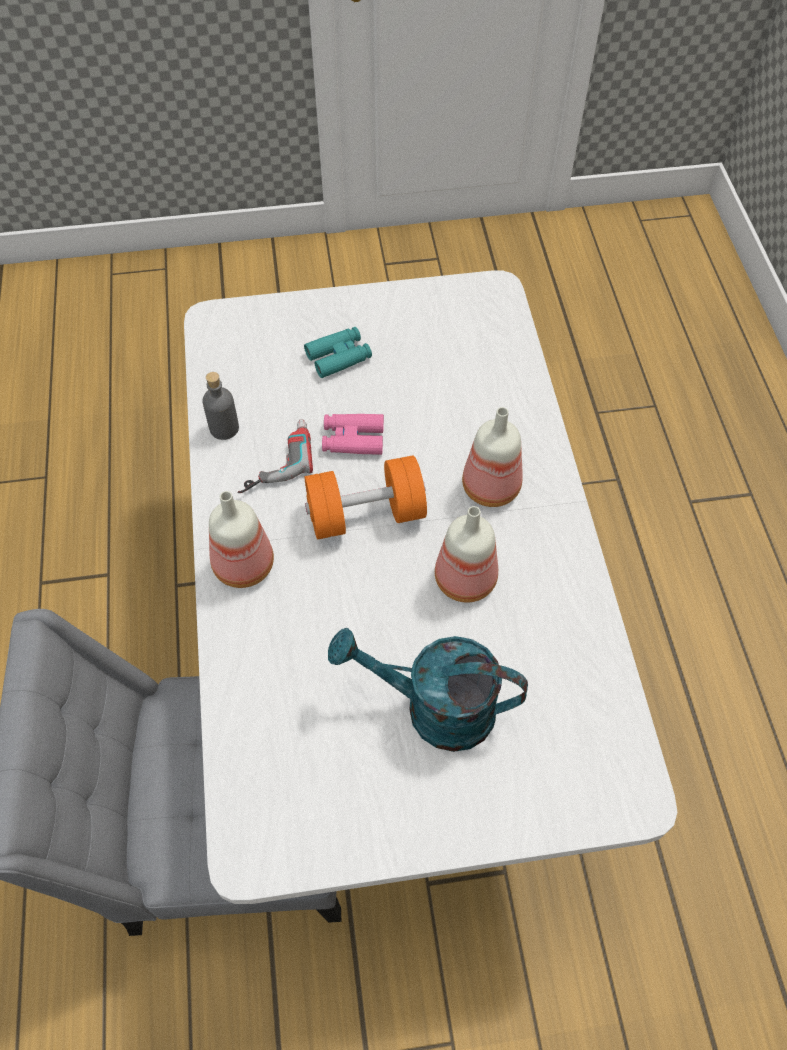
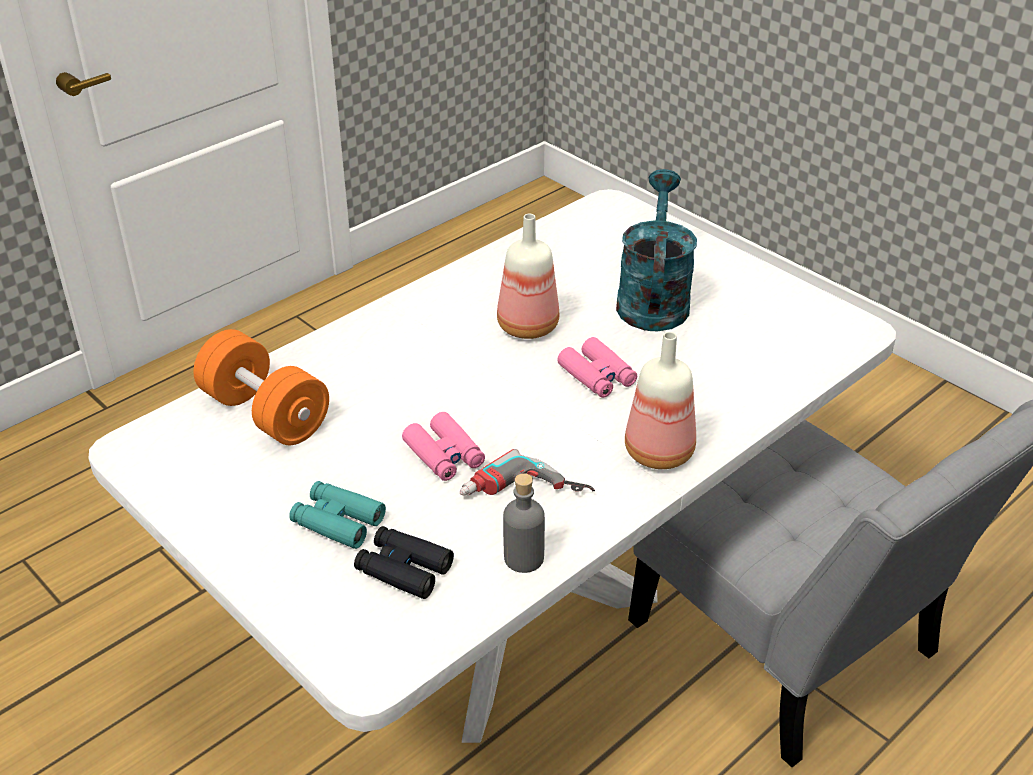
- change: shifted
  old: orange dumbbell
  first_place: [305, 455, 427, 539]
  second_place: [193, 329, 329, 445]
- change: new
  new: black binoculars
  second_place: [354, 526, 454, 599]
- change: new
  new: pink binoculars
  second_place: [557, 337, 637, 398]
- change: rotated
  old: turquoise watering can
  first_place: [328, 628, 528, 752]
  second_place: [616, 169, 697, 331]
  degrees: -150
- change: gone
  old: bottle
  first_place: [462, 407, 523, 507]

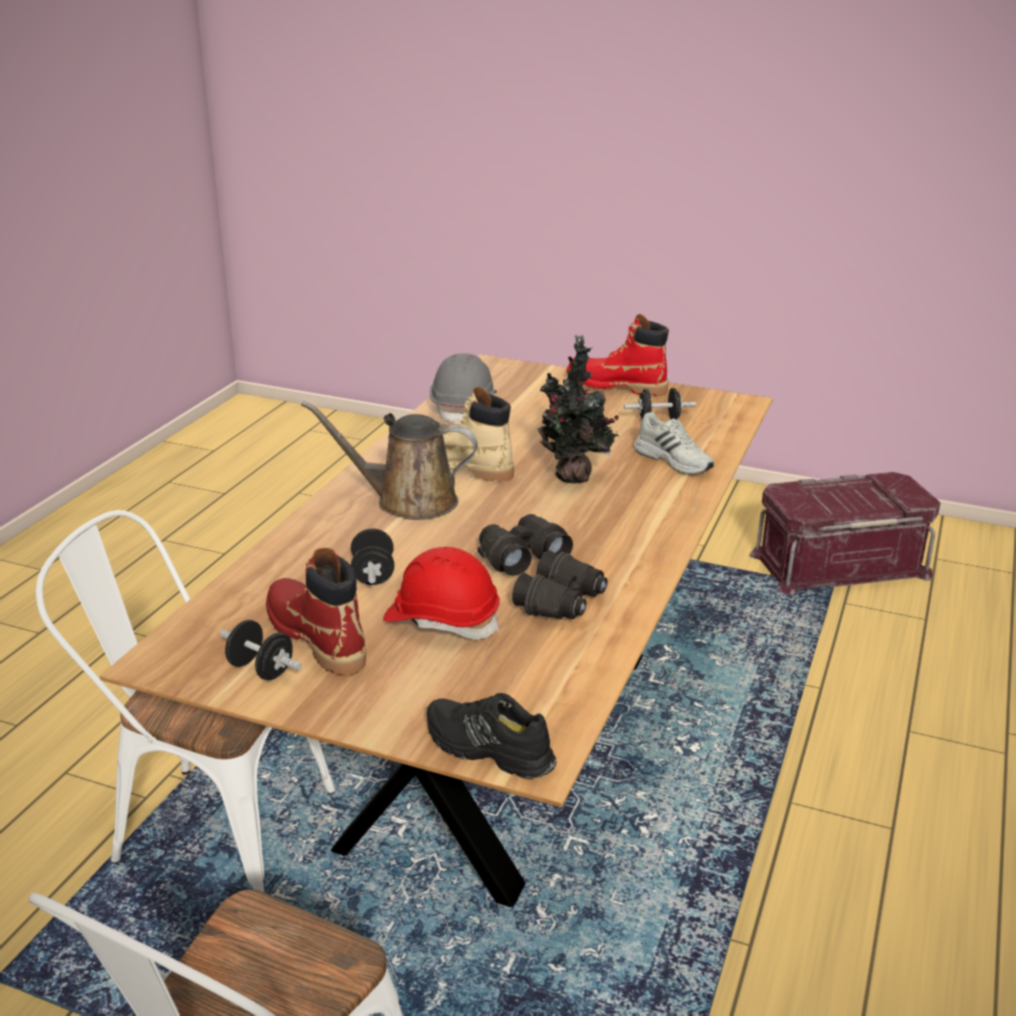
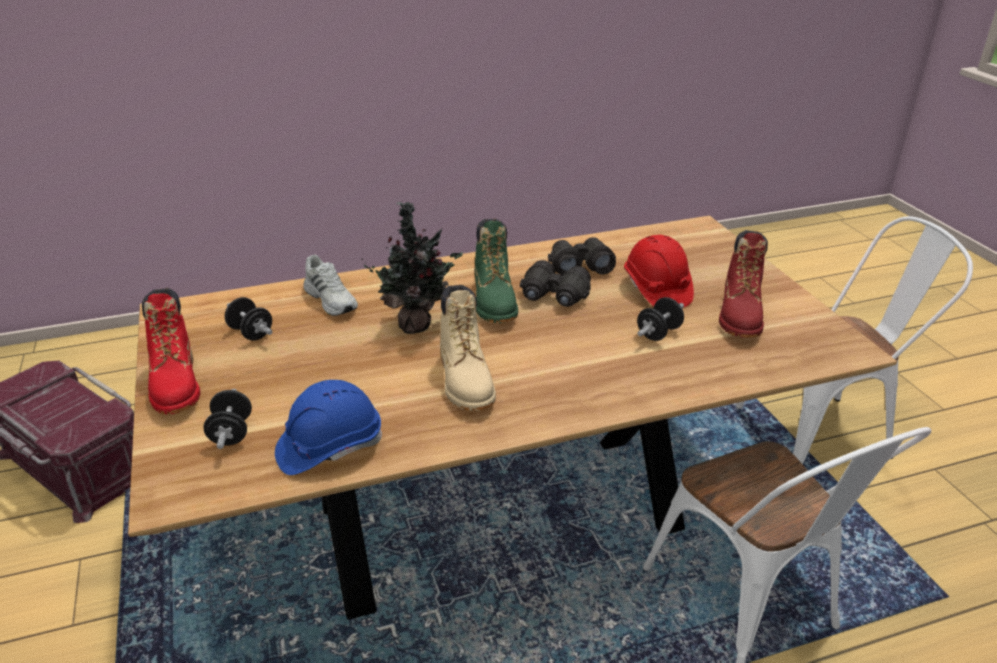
- change: shifted
  old: black dumbbell
  first_place: [219, 620, 302, 680]
  second_place: [204, 389, 252, 449]
- change: repainted
  old: grey hard hat
  new: blue hard hat
  first_place: [430, 353, 497, 425]
  second_place: [275, 380, 382, 475]
- change: rotated
  old: white shoe
  first_place: [634, 412, 714, 475]
  second_place: [303, 255, 358, 316]
  degrees: 135
- change: new
  new: green boot
  second_place: [475, 219, 518, 323]
- change: gone
  old: brown watering can
  first_place: [301, 401, 478, 520]
- change: gone
  old: black shoe
  first_place: [427, 693, 556, 779]

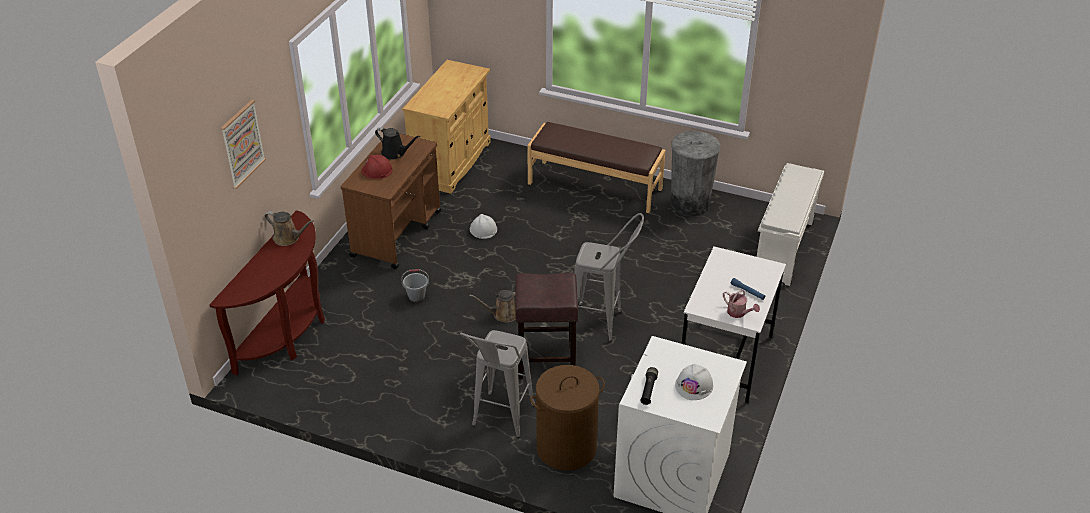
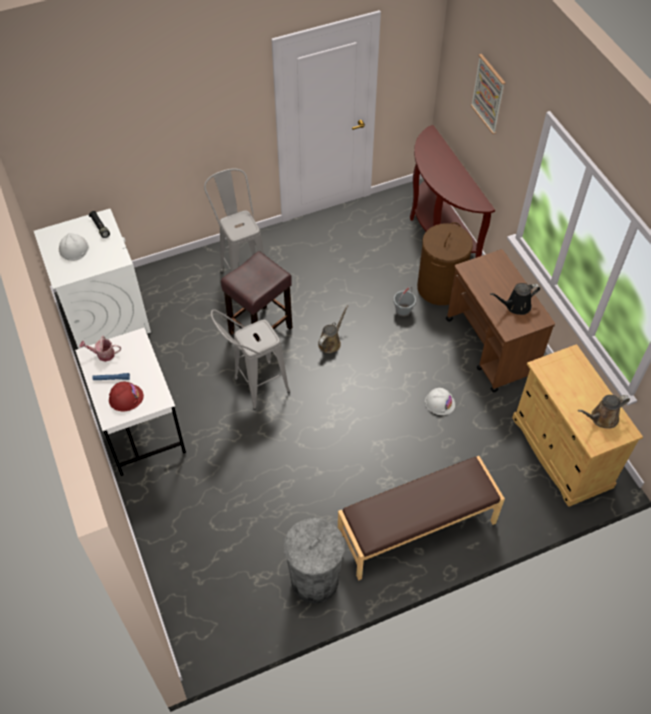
- change: shifted
  old: red hard hat
  first_place: [361, 155, 393, 179]
  second_place: [109, 382, 144, 411]
- change: shifted
  old: brown laundry basket
  first_place: [530, 365, 605, 470]
  second_place: [417, 222, 473, 305]
- change: shifted
  old: brown watering can
  first_place: [265, 211, 314, 246]
  second_place: [578, 395, 630, 429]
- change: gone
  old: white shoe rack
  first_place: [757, 163, 824, 286]

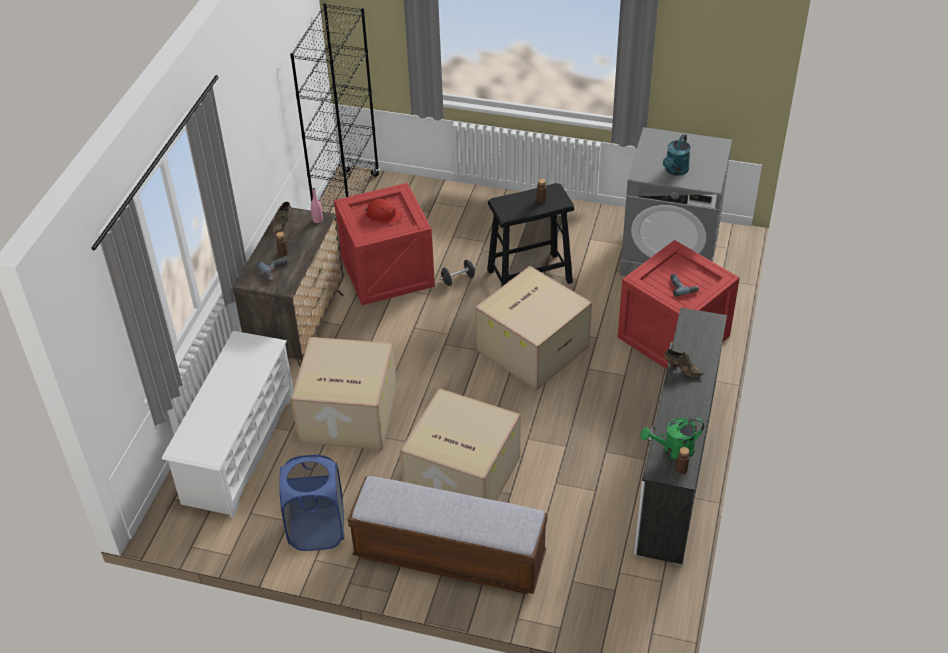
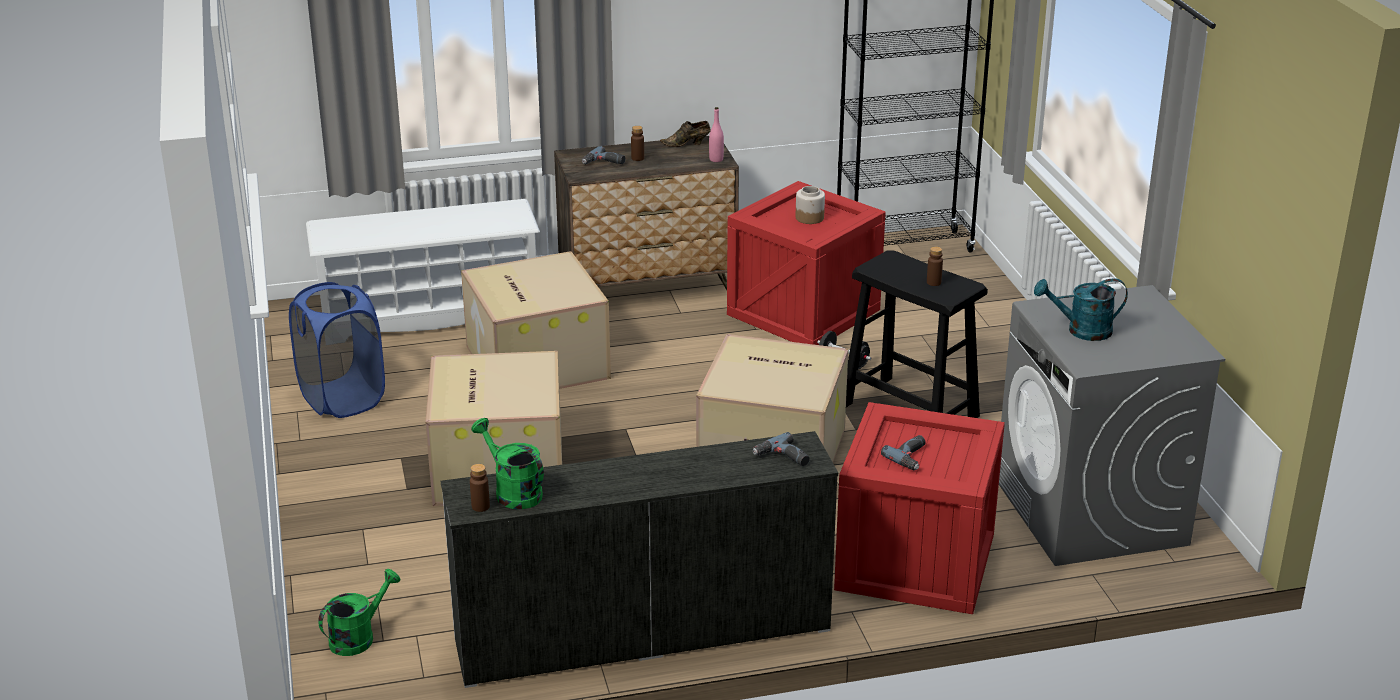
- change: new
  new: green watering can
  second_place: [318, 569, 401, 656]
- change: new
  new: power drill
  second_place: [752, 432, 810, 466]
- change: swapped
  old: red hard hat
  new: jar
  first_place: [364, 199, 403, 224]
  second_place: [796, 186, 825, 224]
- change: gone
  old: bench
  first_place: [348, 476, 547, 594]
- change: gone
  old: brown shoe
  first_place: [664, 349, 704, 377]

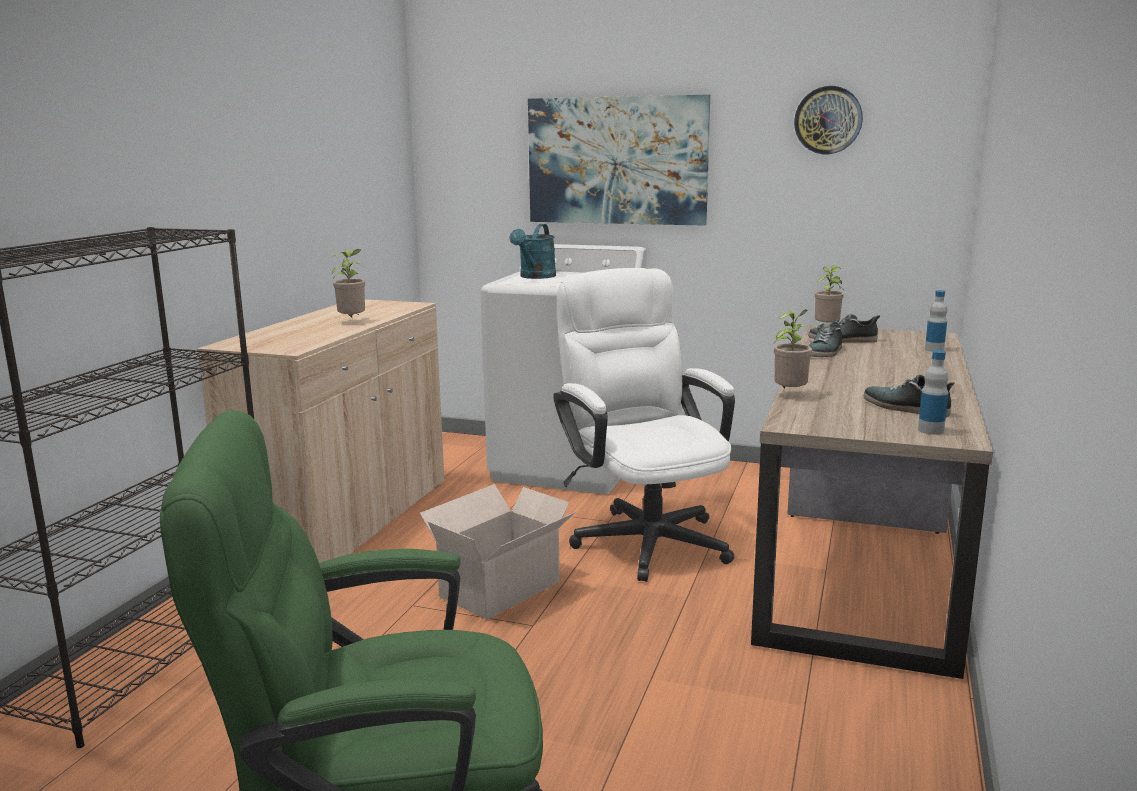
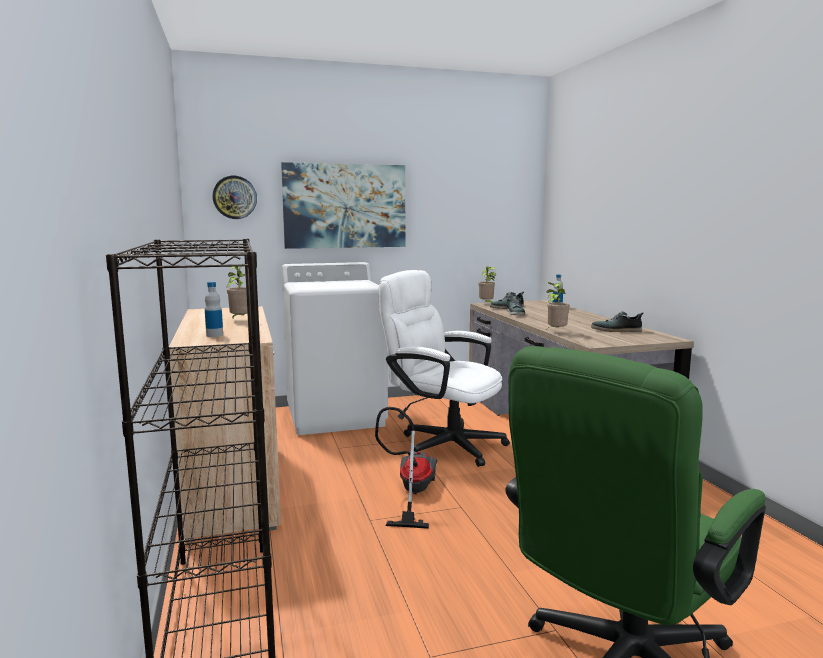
- change: shifted
  old: bottle
  first_place: [918, 350, 949, 435]
  second_place: [205, 282, 223, 337]
- change: shifted
  old: wall clock
  first_place: [794, 86, 863, 154]
  second_place: [213, 176, 257, 219]
- change: swapped
  old: cardboard box
  new: vacuum cleaner
  first_place: [420, 484, 576, 620]
  second_place: [375, 407, 437, 529]
- change: gone
  old: turquoise watering can
  first_place: [510, 224, 556, 279]

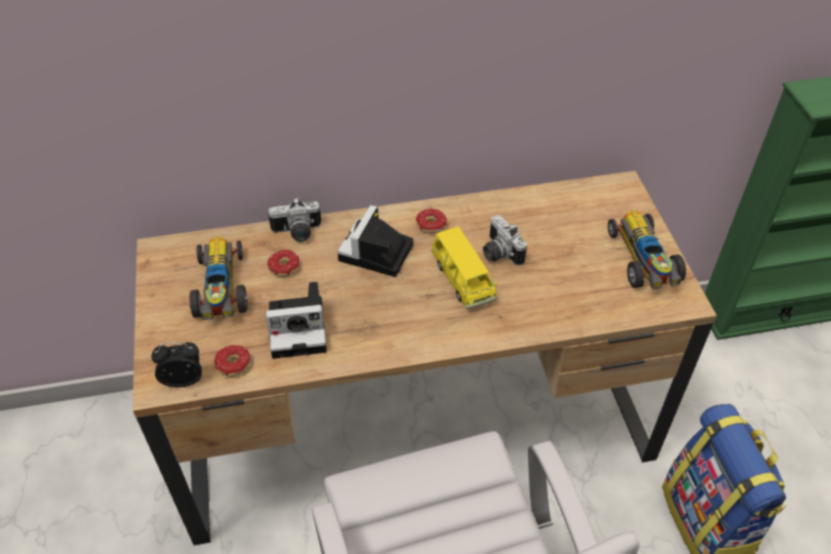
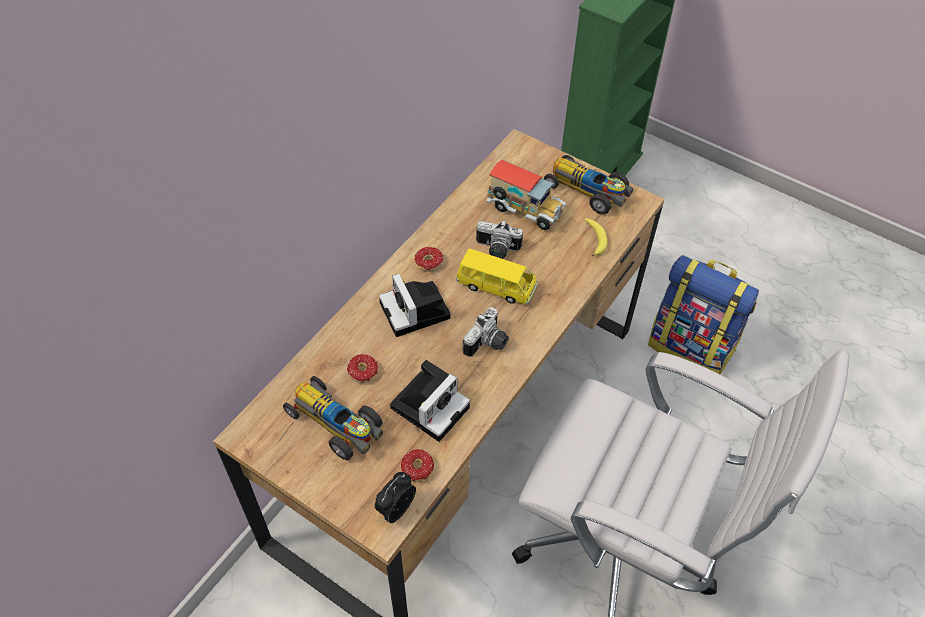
- change: shifted
  old: photo camera
  first_place: [268, 198, 321, 242]
  second_place: [463, 307, 509, 357]
- change: new
  new: toy truck
  second_place: [486, 160, 566, 230]
- change: new
  new: banana
  second_place: [584, 218, 608, 257]

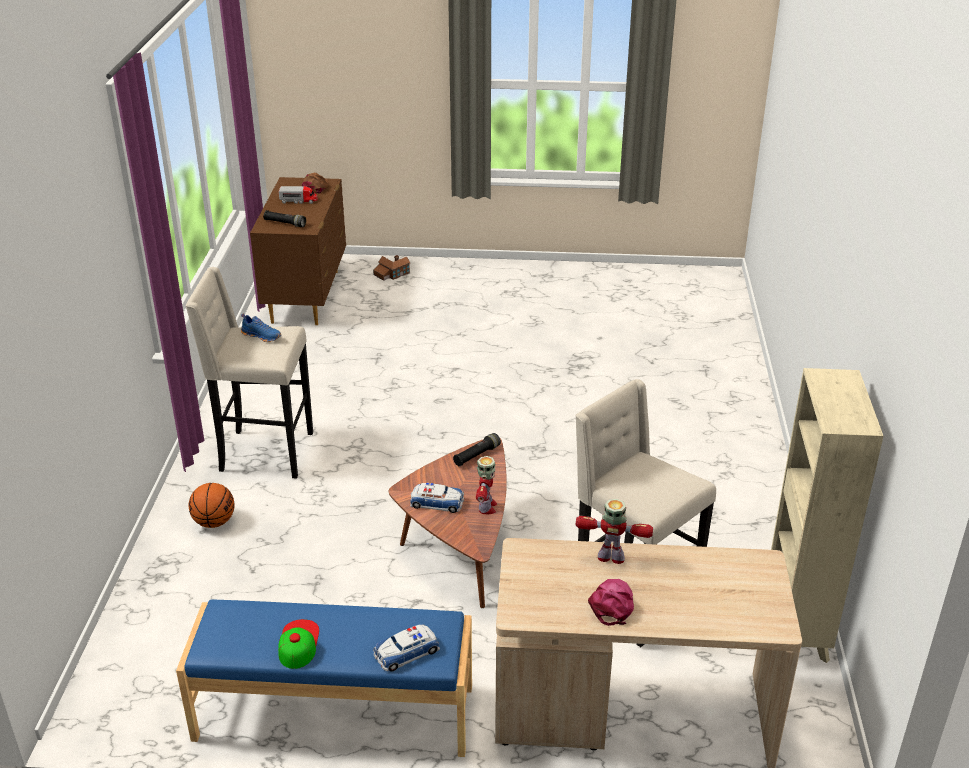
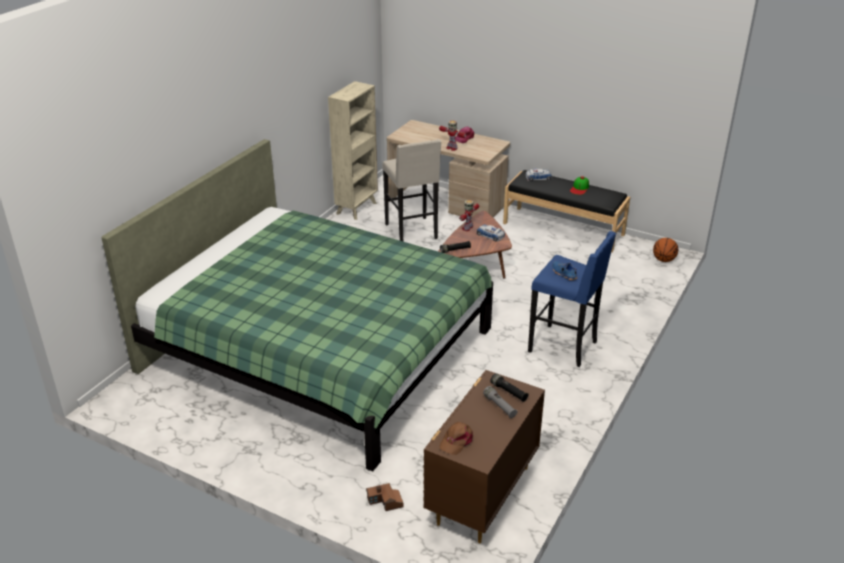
- change: new
  new: green bed
  second_place: [101, 139, 493, 471]
- change: new
  new: grey flashlight
  second_place: [483, 386, 518, 418]
- change: repainted
  old: blue bench
  new: black bench
  first_place: [176, 599, 472, 757]
  second_place: [503, 170, 630, 253]
- change: repainted
  old: beige stool
  new: blue stool
  first_place: [185, 267, 313, 478]
  second_place: [528, 231, 616, 367]
- change: shifted
  old: basketball
  first_place: [189, 483, 235, 528]
  second_place: [653, 238, 678, 262]
- change: gone
  old: toy truck
  first_place: [279, 186, 318, 204]

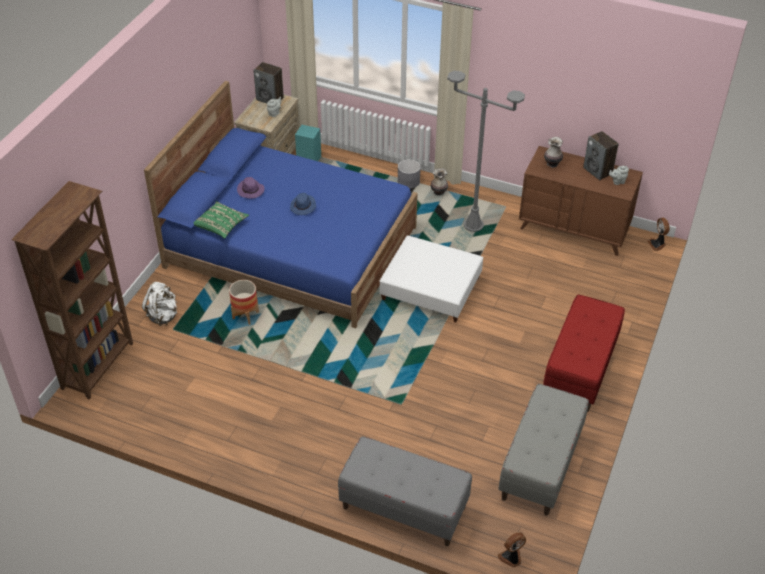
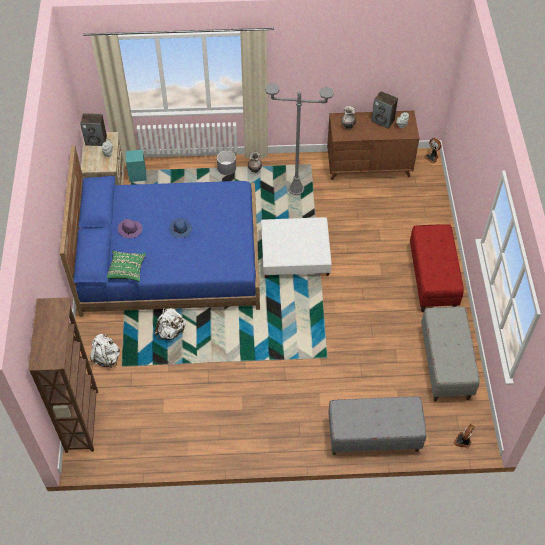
- change: swapped
  old: planter
  new: white backpack
  first_place: [229, 280, 259, 325]
  second_place: [154, 308, 186, 340]

